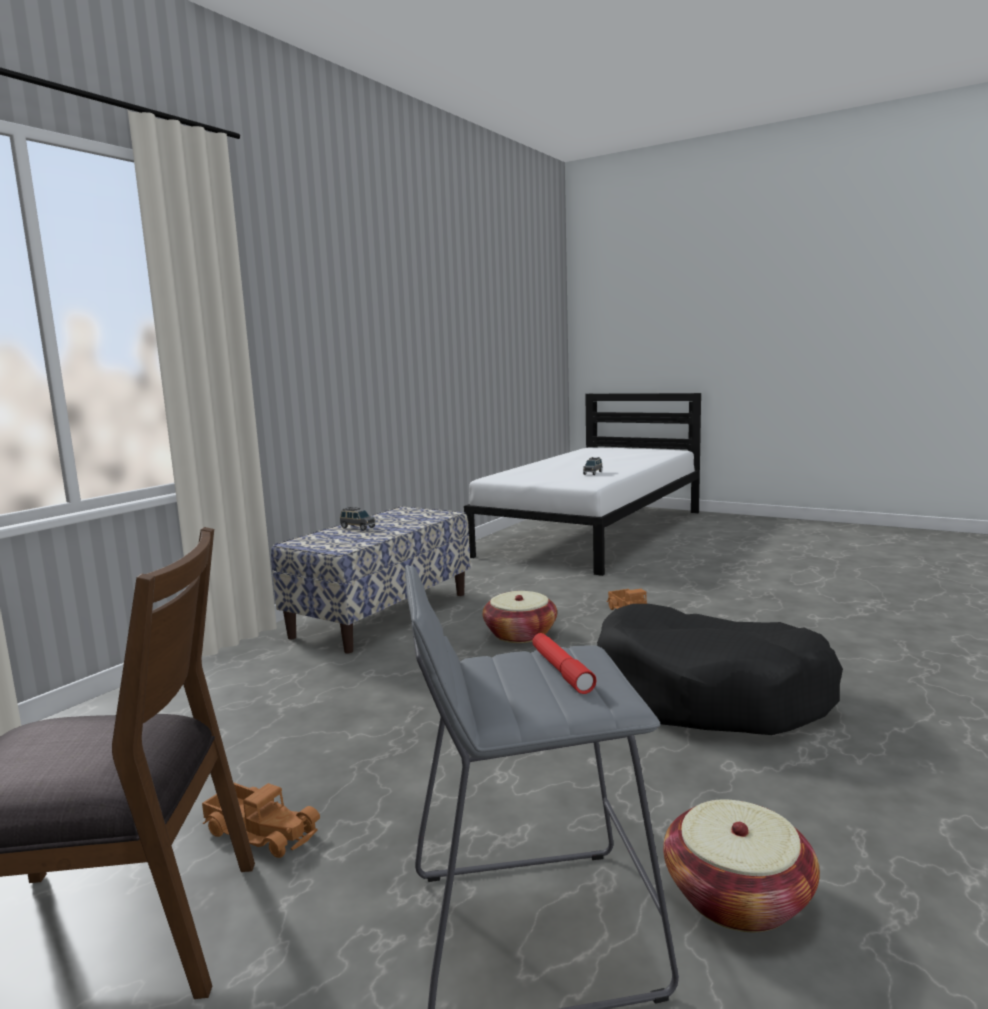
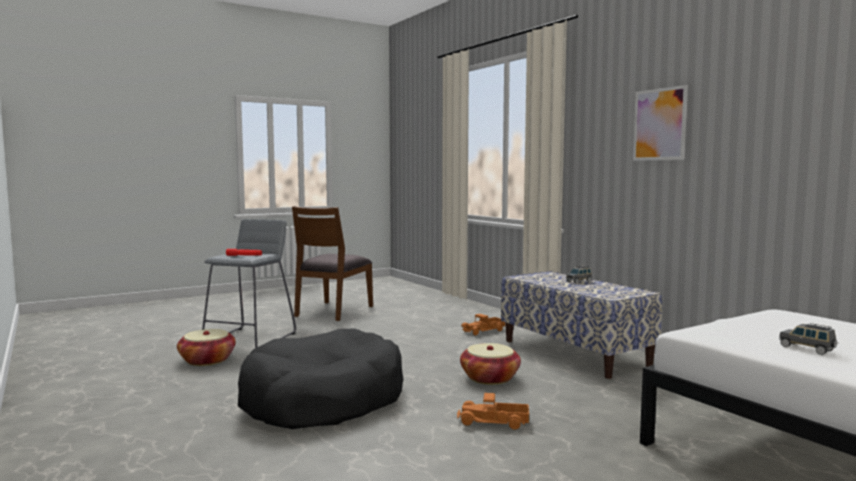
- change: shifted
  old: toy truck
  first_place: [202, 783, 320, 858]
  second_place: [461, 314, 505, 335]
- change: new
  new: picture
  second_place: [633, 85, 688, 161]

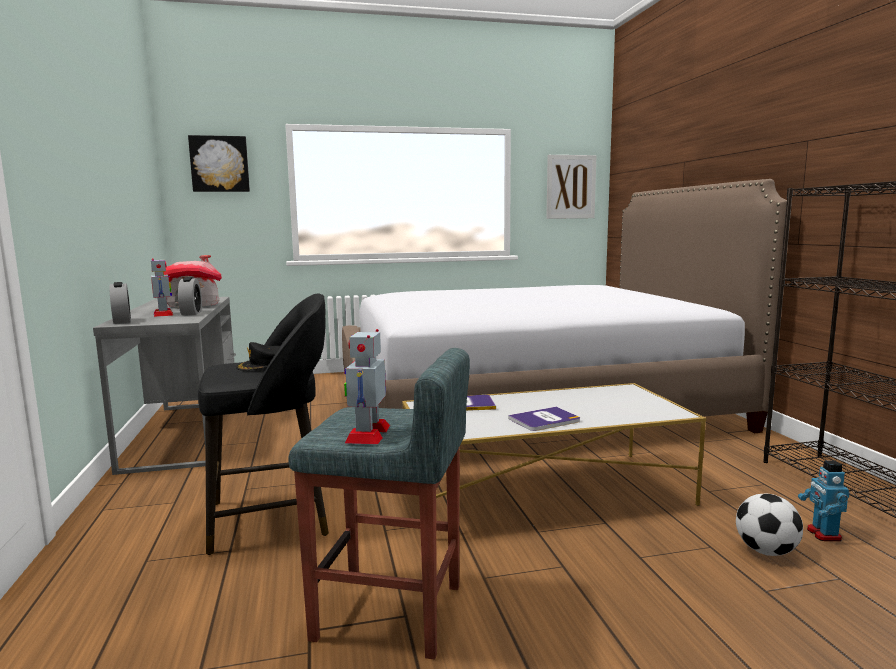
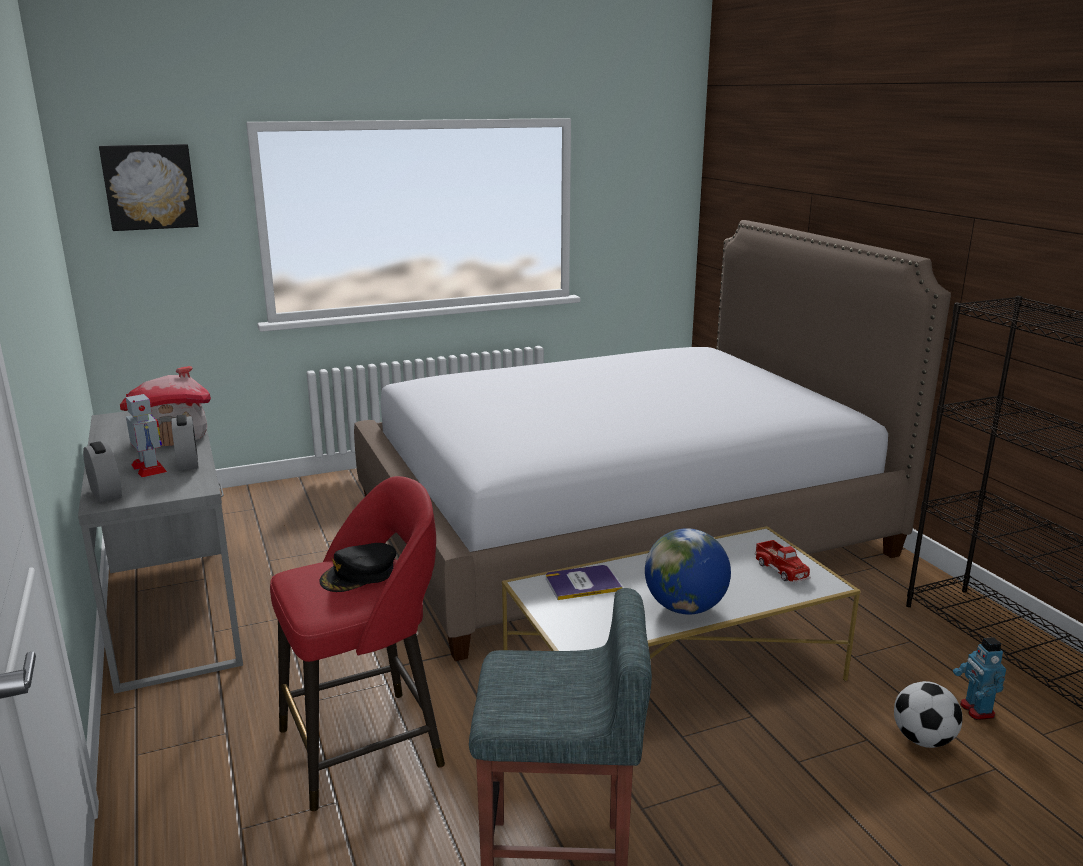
- change: repainted
  old: black stool
  new: red stool
  first_place: [198, 294, 329, 555]
  second_place: [270, 476, 445, 811]
- change: swapped
  old: book
  new: globe
  first_place: [508, 407, 580, 431]
  second_place: [645, 528, 731, 615]
- change: new
  new: toy truck
  second_place: [755, 540, 811, 583]
- change: gone
  old: toy robot
  first_place: [344, 329, 390, 444]
- change: gone
  old: picture
  first_place: [546, 155, 596, 219]

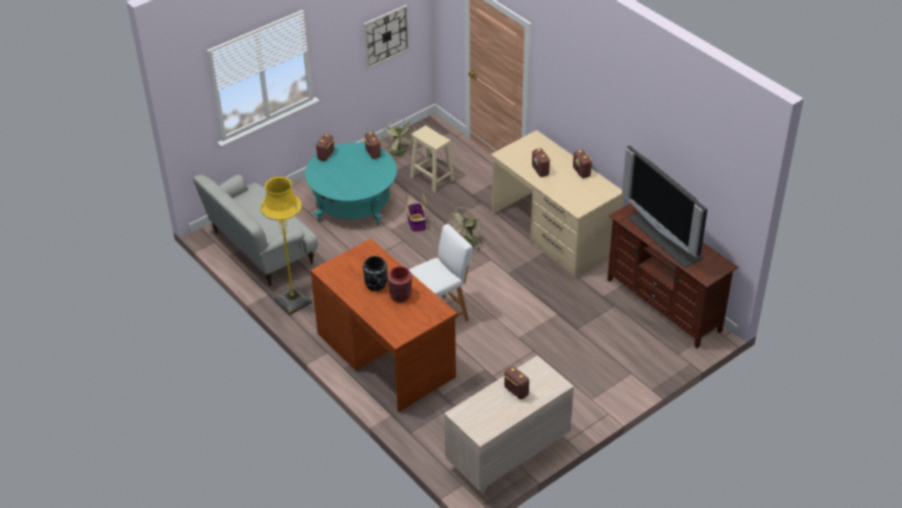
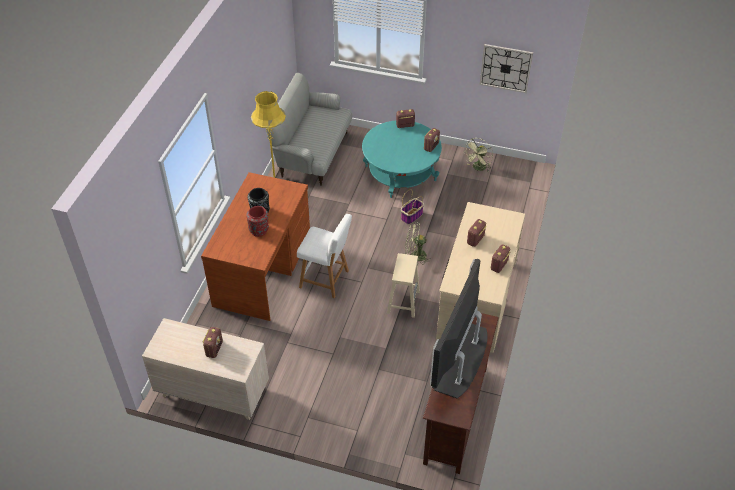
- change: shifted
  old: beige stool
  first_place: [410, 125, 454, 193]
  second_place: [387, 253, 420, 318]

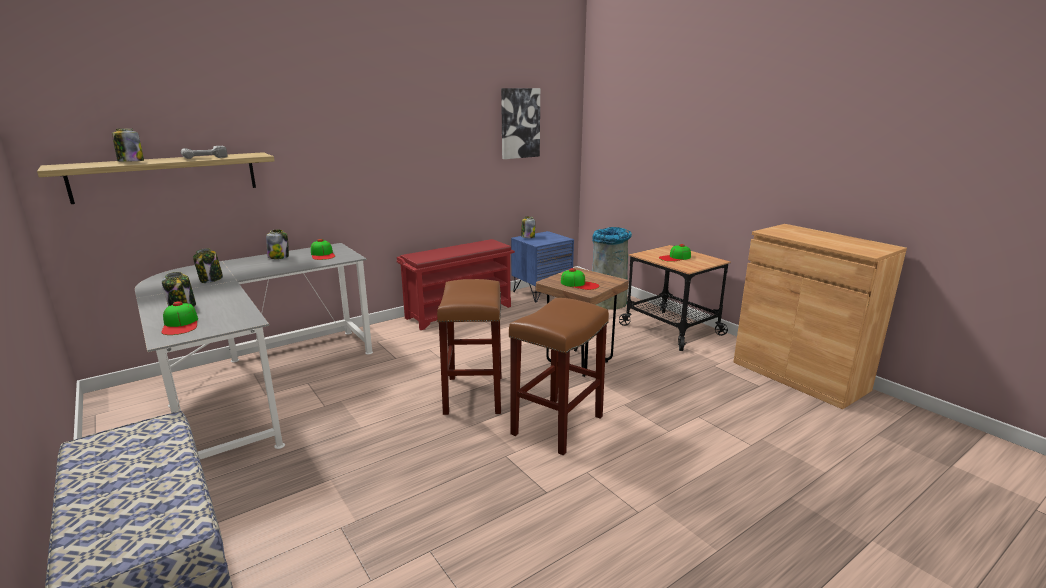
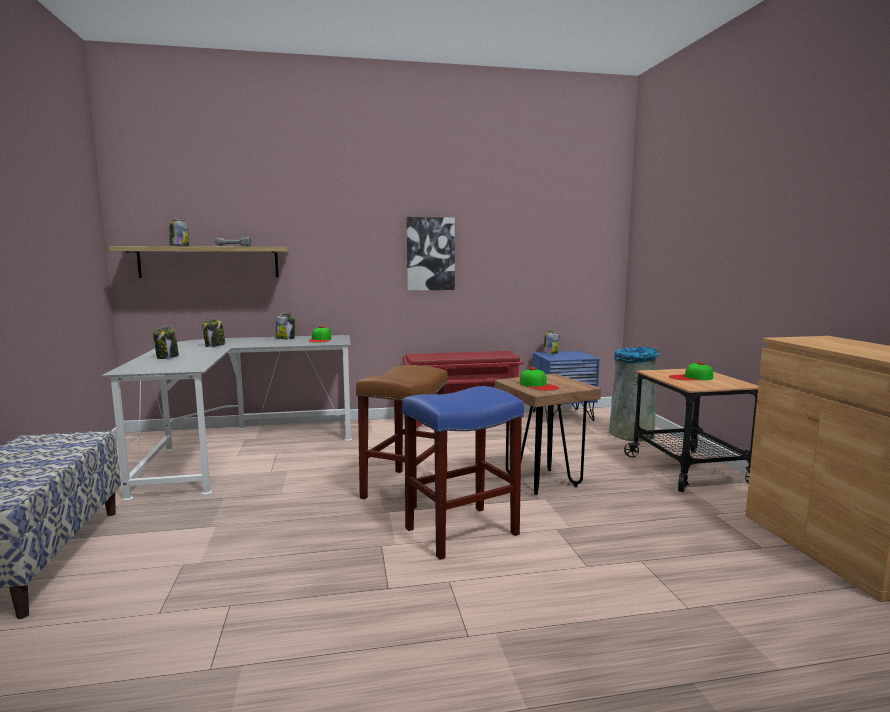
- change: repainted
  old: brown stool
  new: blue stool
  first_place: [509, 298, 609, 456]
  second_place: [402, 386, 524, 560]
- change: shifted
  old: picture
  first_place: [501, 88, 540, 159]
  second_place: [406, 217, 455, 290]
- change: gone
  old: cap
  first_place: [161, 301, 198, 335]

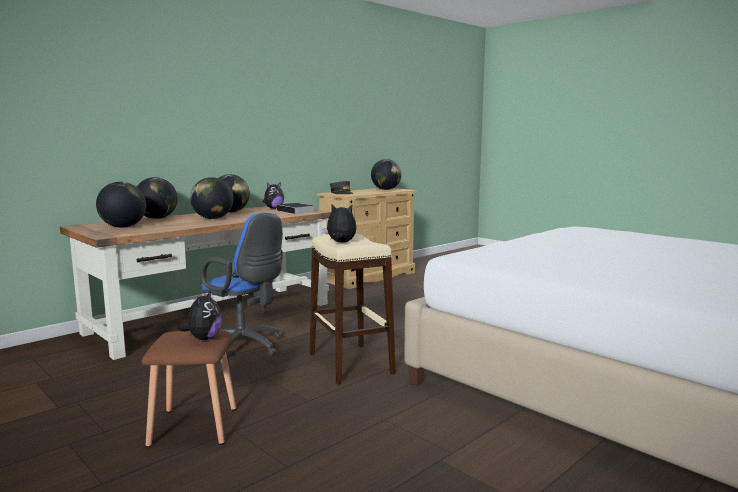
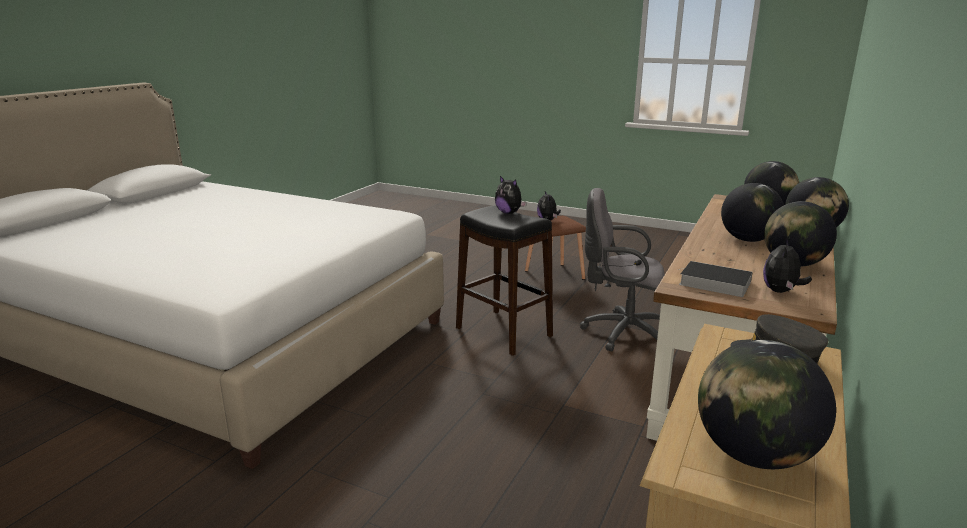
- change: repainted
  old: beige stool
  new: black stool
  first_place: [310, 234, 396, 385]
  second_place: [456, 205, 553, 356]
- change: rotated
  old: plush toy
  first_place: [322, 204, 357, 242]
  second_place: [495, 176, 527, 214]
  degrees: 45
- change: repainted
  old: blue office chair
  new: grey office chair
  first_place: [201, 213, 283, 362]
  second_place: [580, 188, 664, 351]

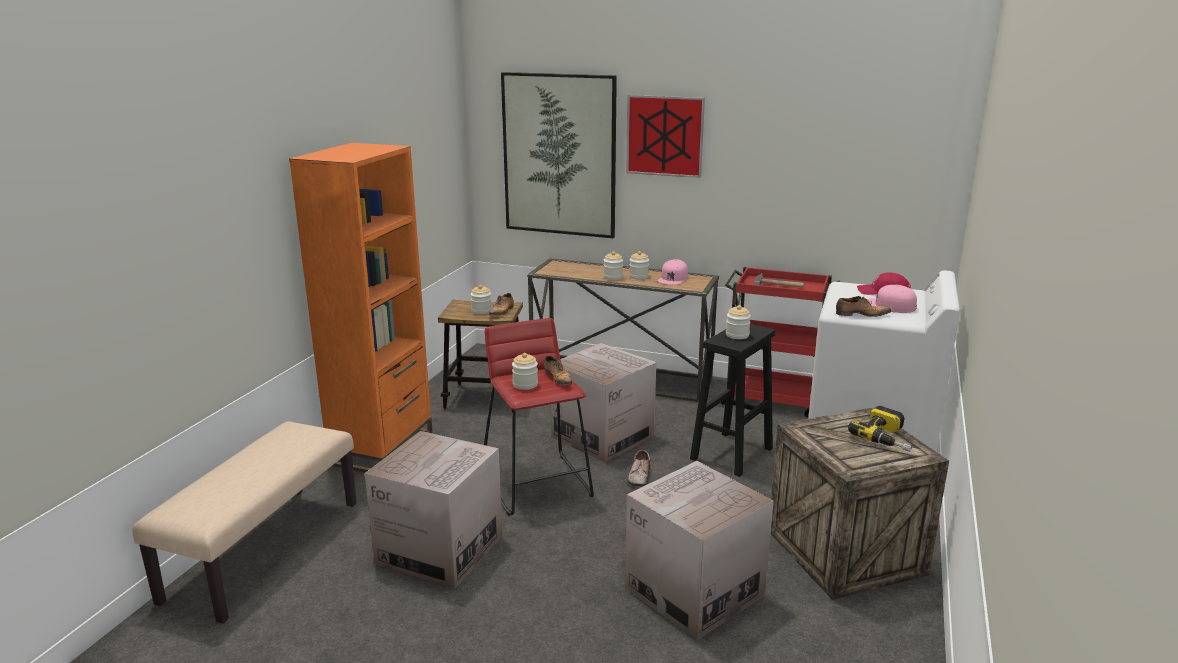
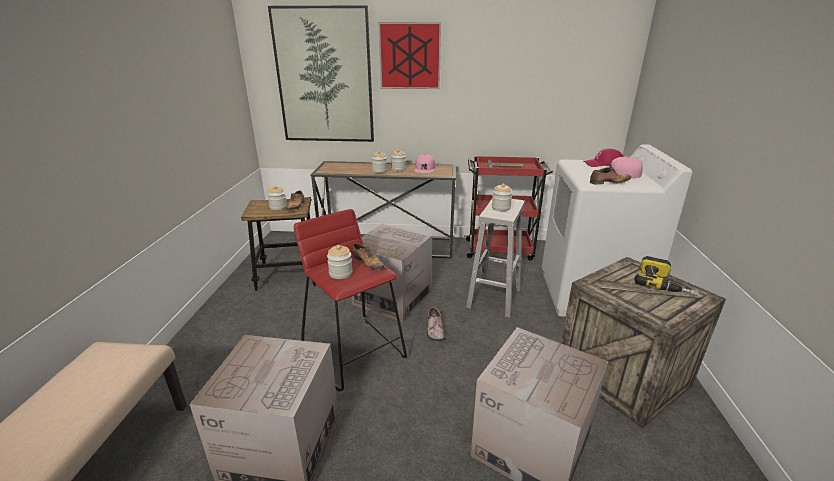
- change: repainted
  old: black stool
  new: white stool
  first_place: [690, 323, 775, 477]
  second_place: [466, 199, 525, 318]
- change: gone
  old: orange bookcase
  first_place: [289, 143, 433, 473]

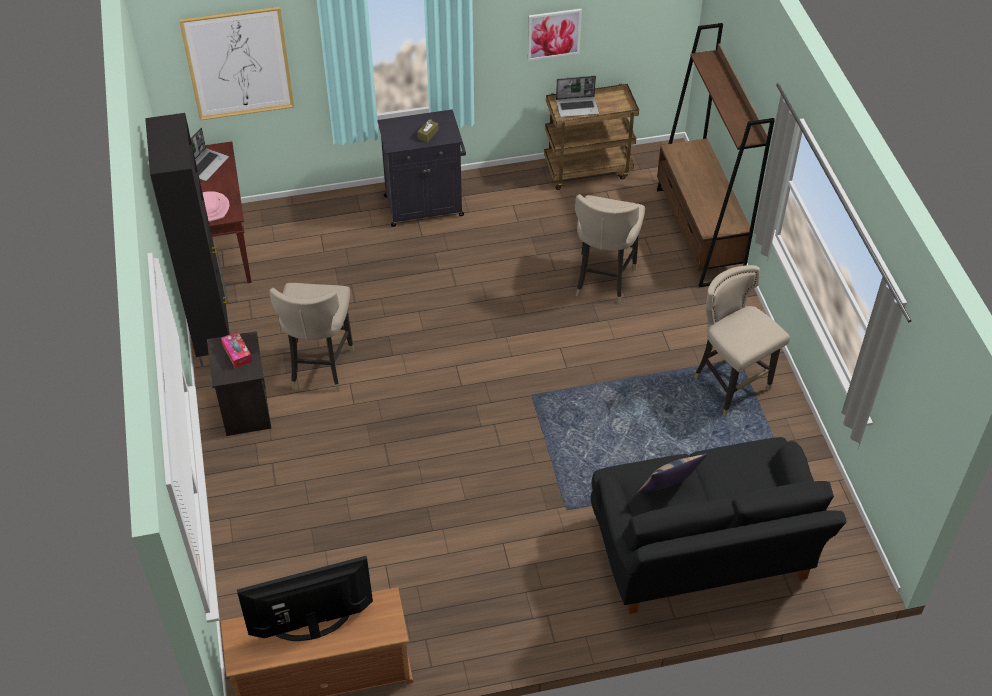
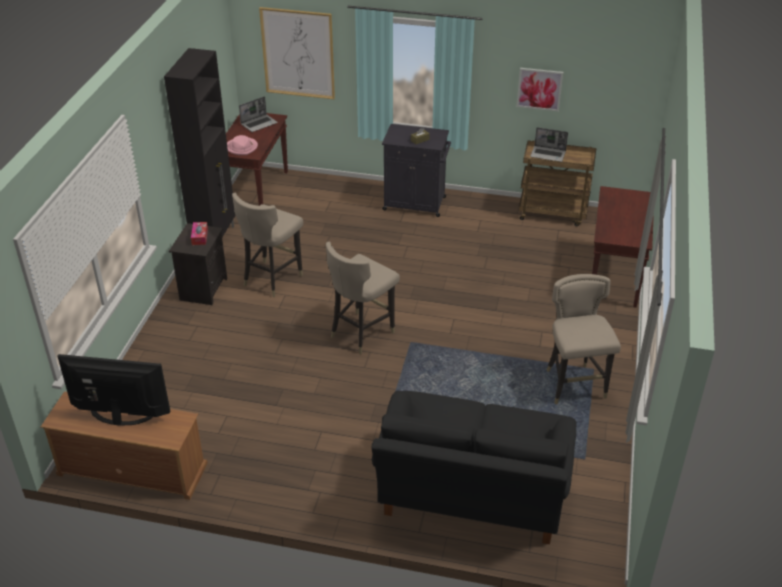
- change: shifted
  old: beige stool
  first_place: [575, 194, 645, 304]
  second_place: [326, 241, 400, 354]
- change: swapped
  old: brown bookcase
  new: brown console table
  first_place: [657, 23, 775, 287]
  second_place: [592, 186, 654, 308]
- change: gone
  old: pillow
  first_place: [638, 453, 707, 493]

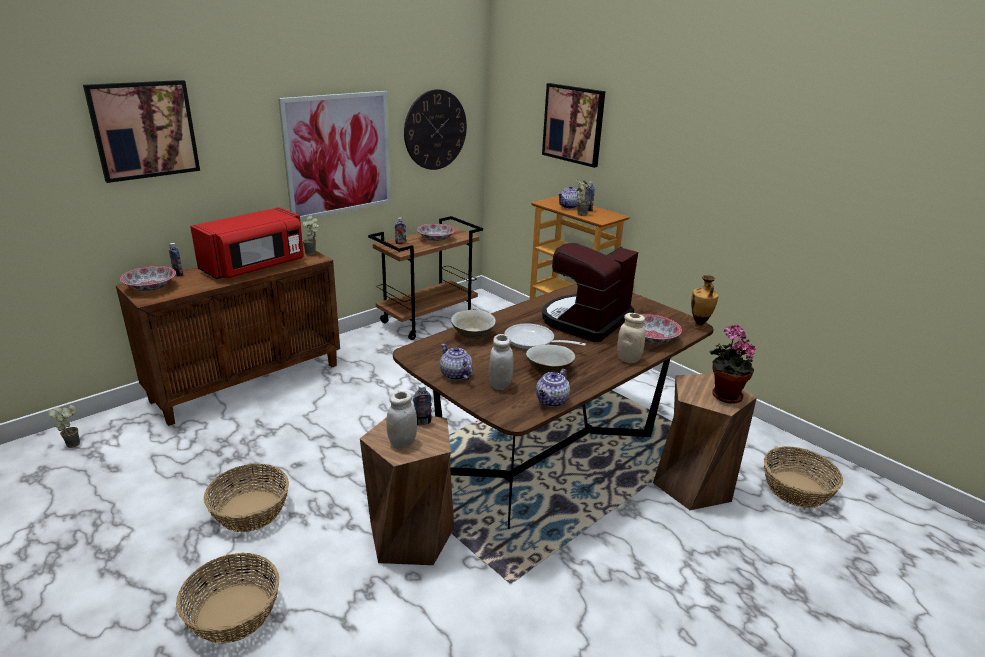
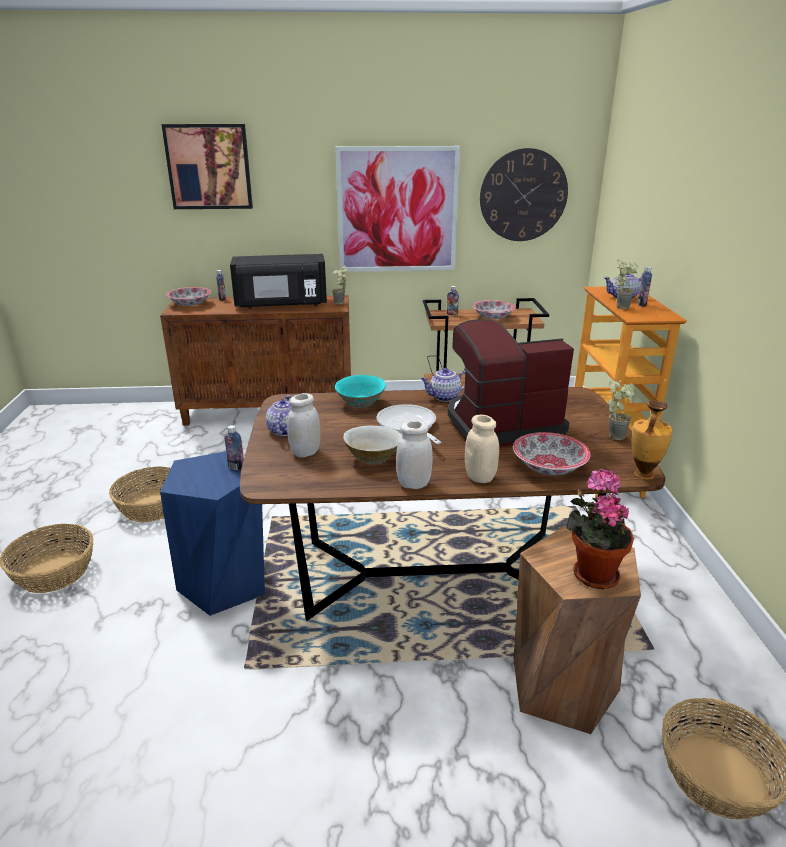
- change: repainted
  old: brown stool
  new: blue stool
  first_place: [360, 416, 454, 565]
  second_place: [160, 451, 265, 616]
- change: repainted
  old: red microwave
  new: black microwave
  first_place: [190, 207, 304, 279]
  second_place: [230, 254, 327, 309]
- change: repainted
  old: beige bowl
  new: turquoise bowl
  first_place: [451, 310, 496, 340]
  second_place: [335, 375, 386, 408]
- change: shifted
  old: white jar
  first_place: [387, 391, 417, 448]
  second_place: [396, 421, 433, 489]
- change: shifted
  old: teapot
  first_place: [536, 369, 570, 407]
  second_place: [421, 368, 465, 402]
- change: shifted
  old: potted plant
  first_place: [48, 405, 80, 448]
  second_place: [608, 381, 636, 440]
- change: gone
  old: picture
  first_place: [542, 83, 605, 168]

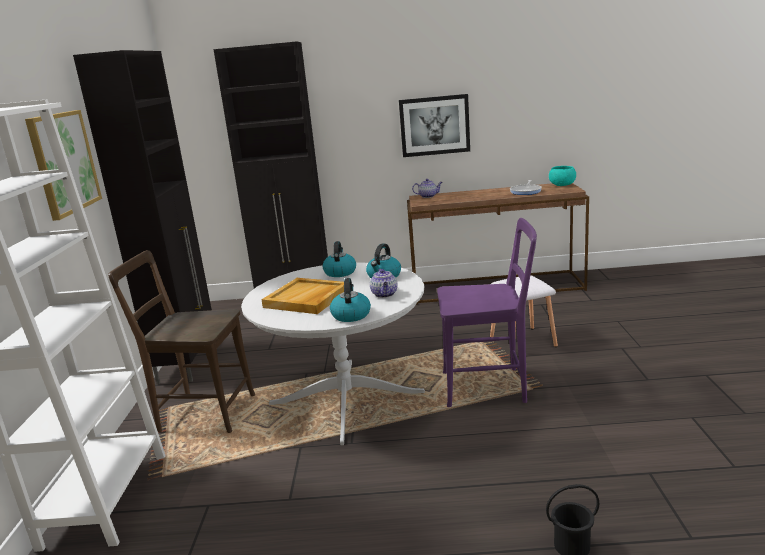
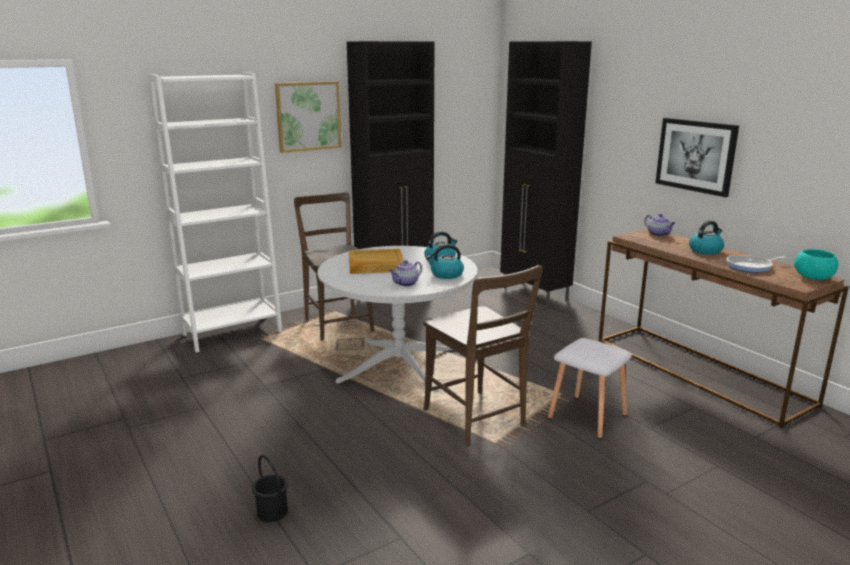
- change: repainted
  old: purple chair
  new: brown chair
  first_place: [437, 218, 537, 407]
  second_place: [423, 265, 543, 446]
- change: shifted
  old: kettle
  first_place: [330, 278, 371, 322]
  second_place: [689, 220, 724, 255]

